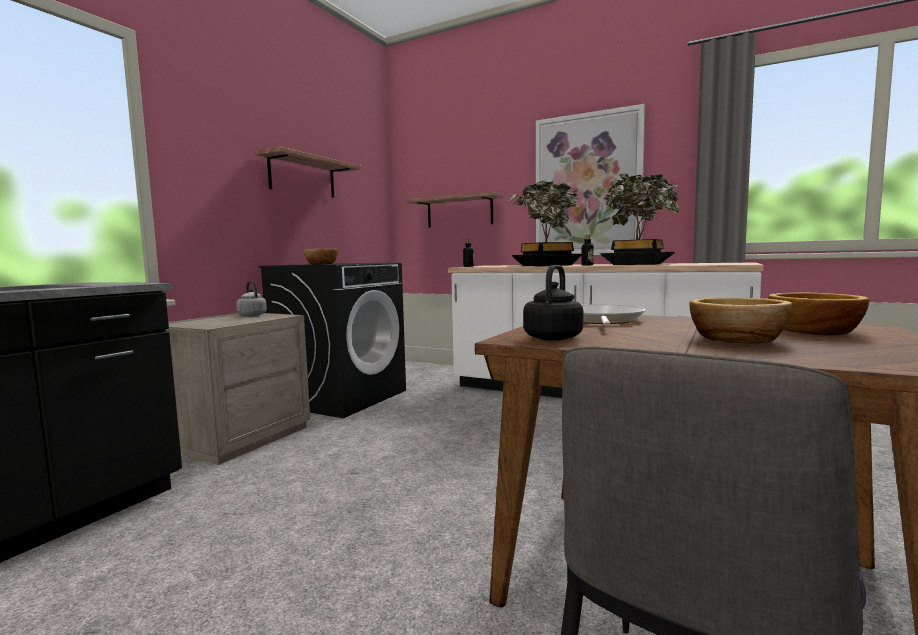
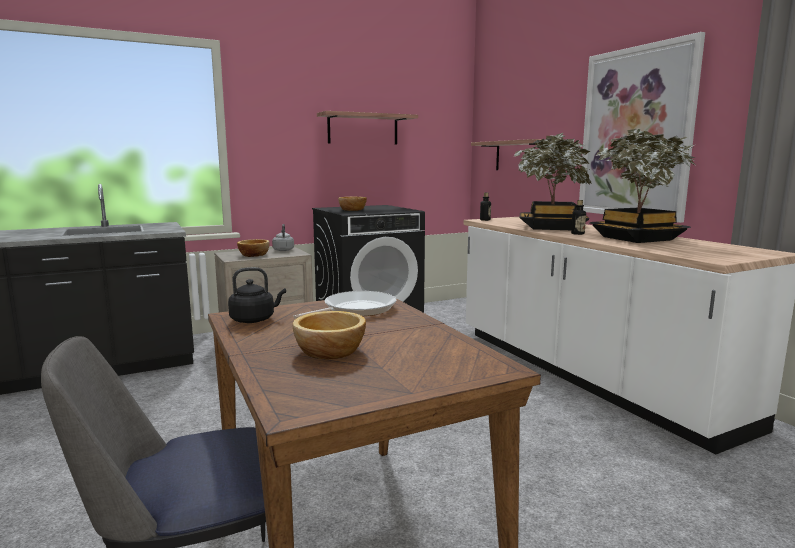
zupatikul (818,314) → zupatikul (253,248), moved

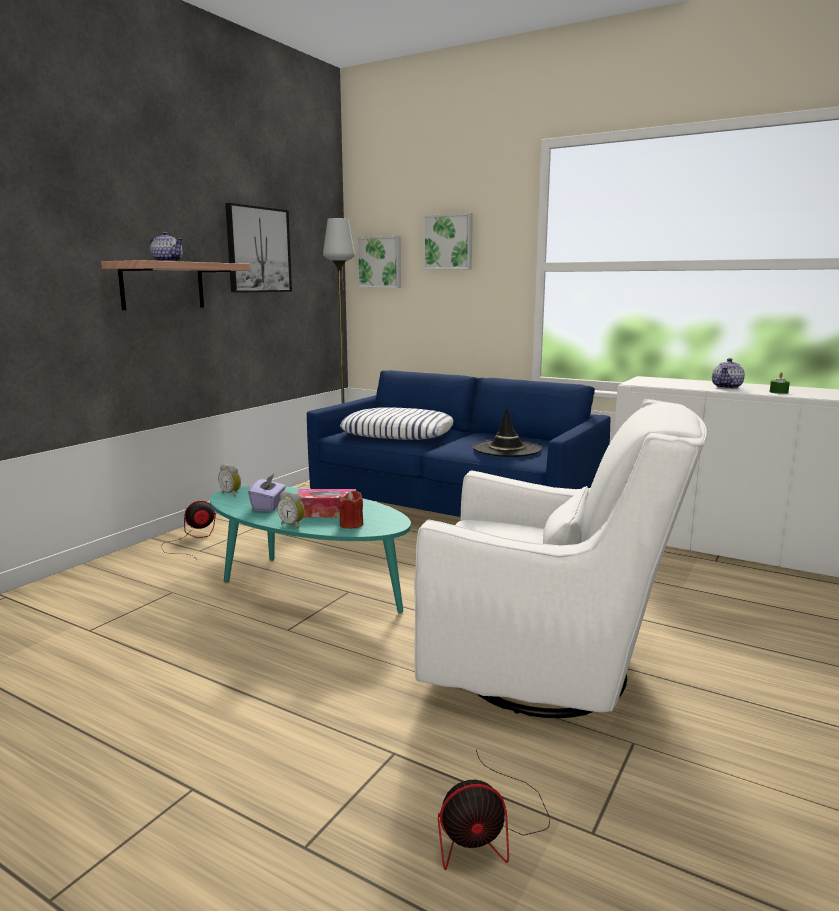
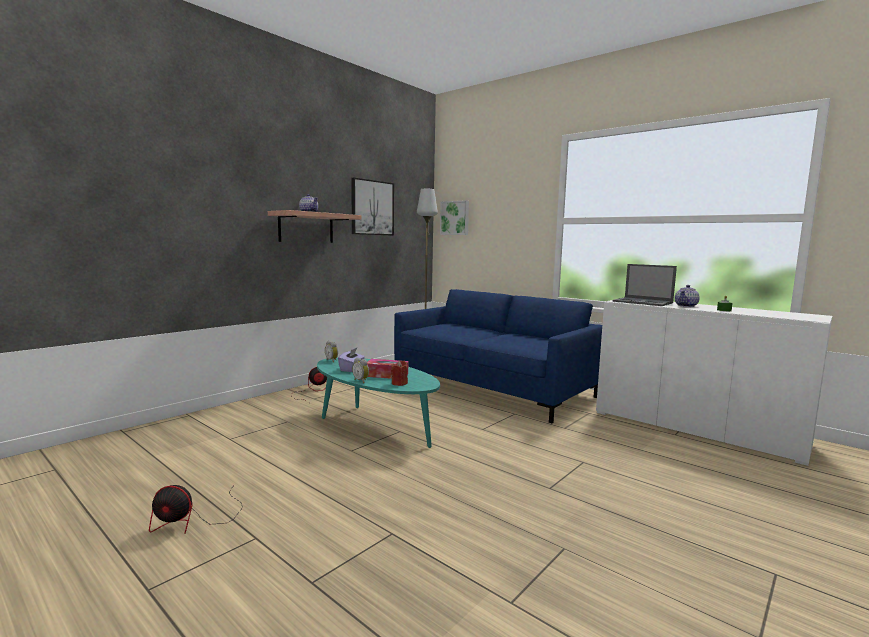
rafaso (494,810) → rafaso (196,509), moved
- → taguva (645,285)
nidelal (396,423) → -
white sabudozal (560,558) → -
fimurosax (448,241) → -
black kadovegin (507,432) → -

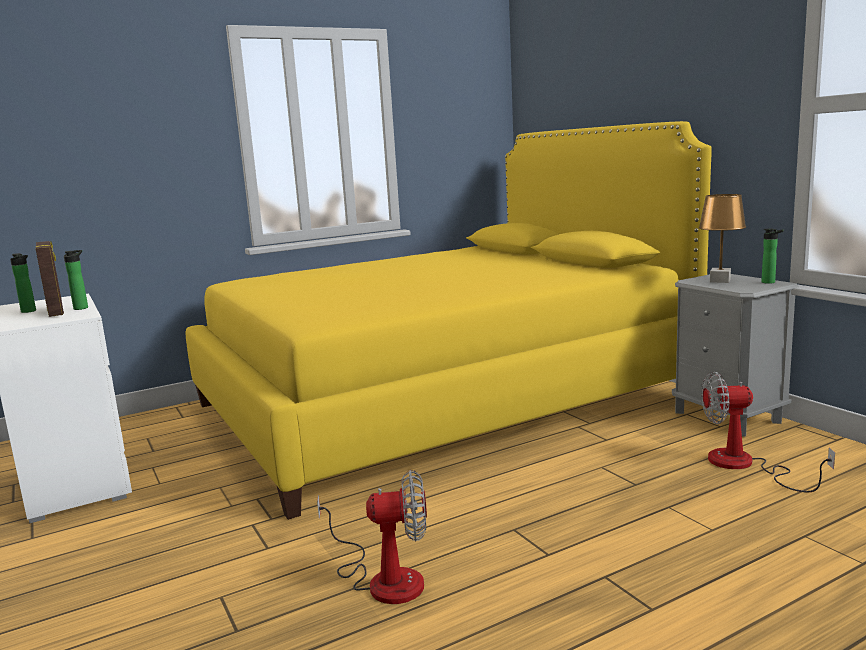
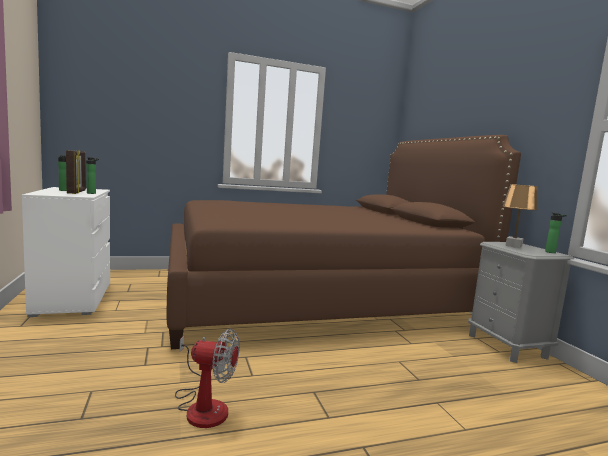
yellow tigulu (449,320) → brown tigulu (344,242)
rafaso (768,432) → -

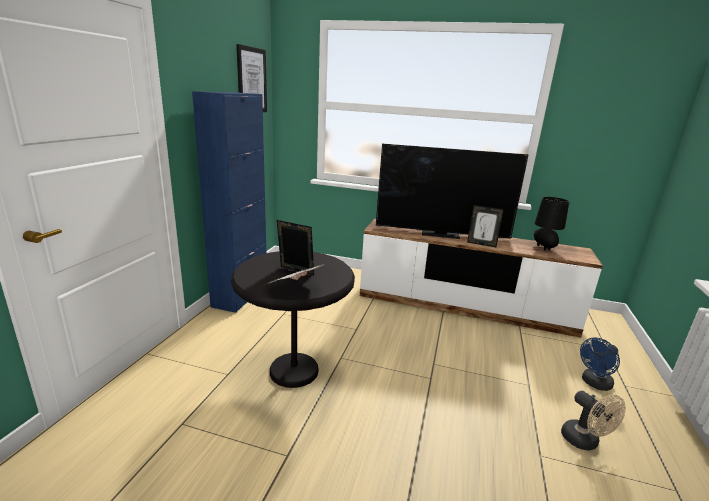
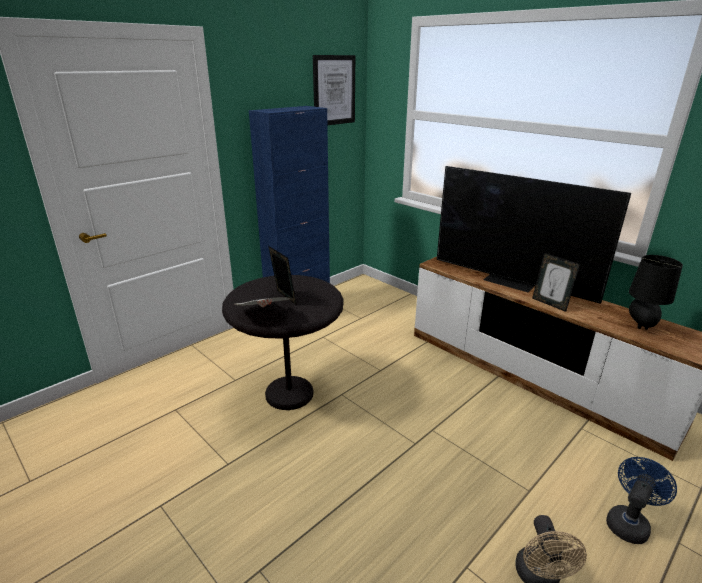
blue rafaso (600,364) → blue rafaso (641,500), 135 degrees clockwise

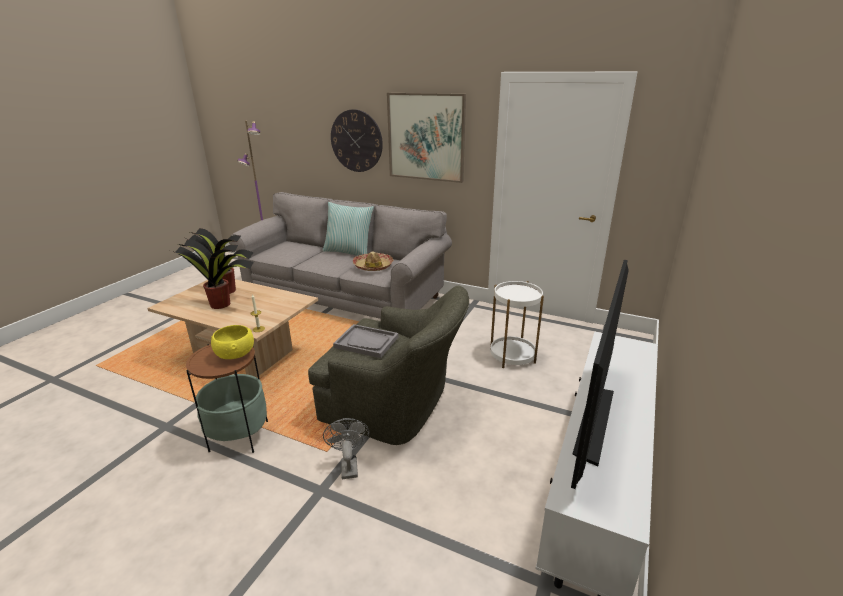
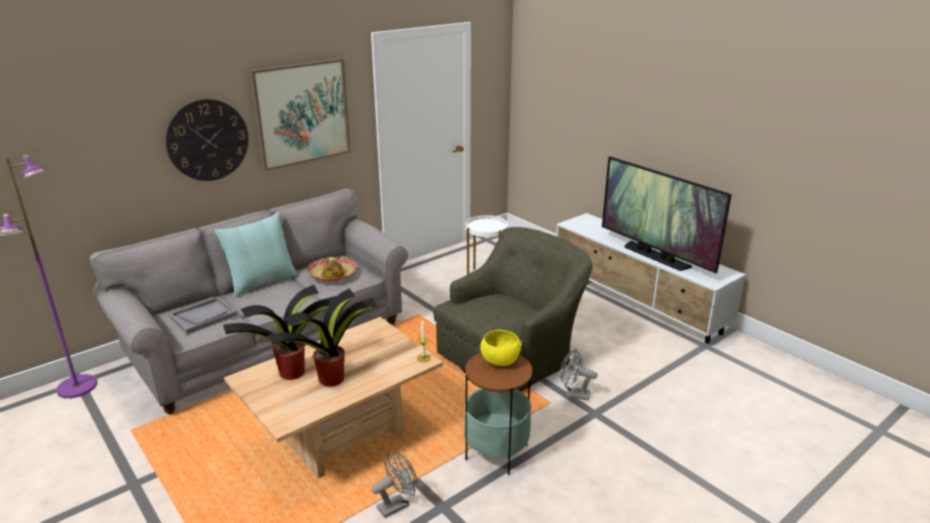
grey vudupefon (365,341) → grey vudupefon (203,315), moved
- → grey rafaso (394,484)

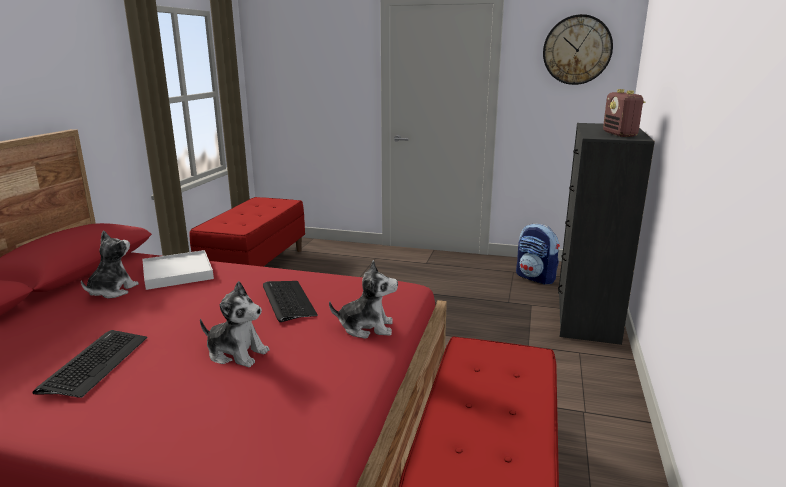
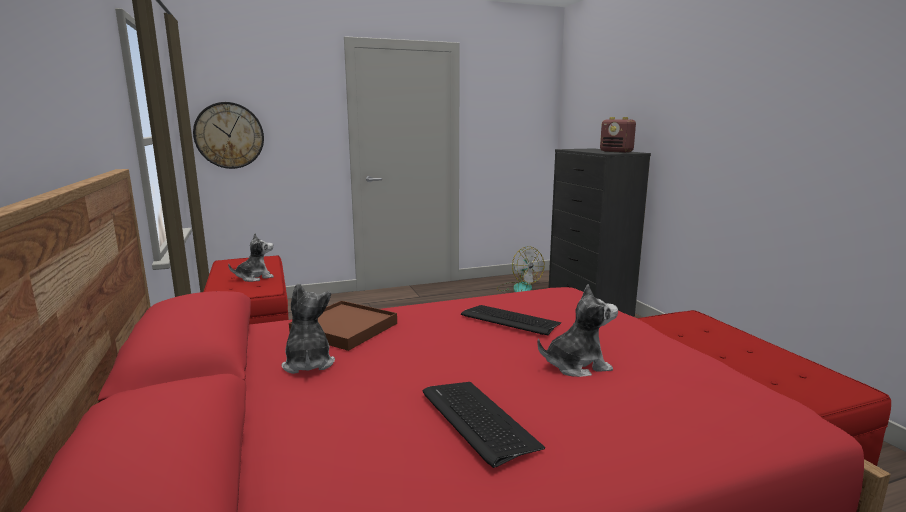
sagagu (578,49) → sagagu (228,135), moved
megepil (363,299) → megepil (251,257), moved
white vudupefon (178,270) → brown vudupefon (343,326)
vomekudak (538,254) → rafaso (521,269)

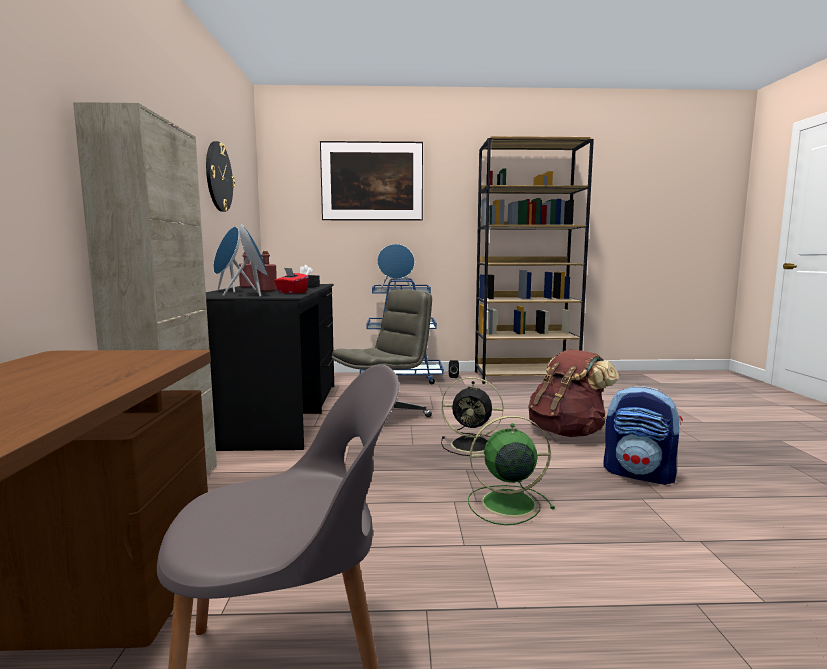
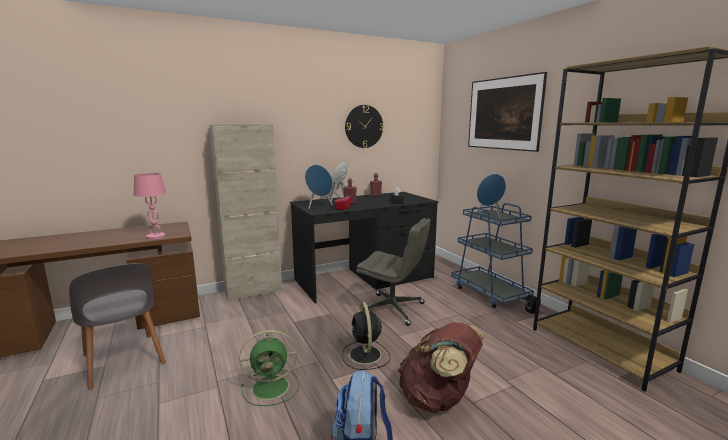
- → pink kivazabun (150,206)
green rafaso (511,470) → green rafaso (269,368), 105 degrees clockwise

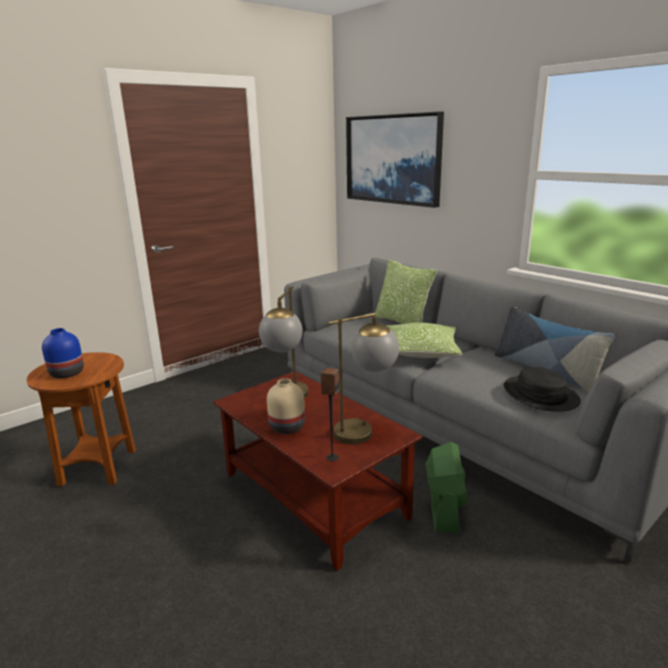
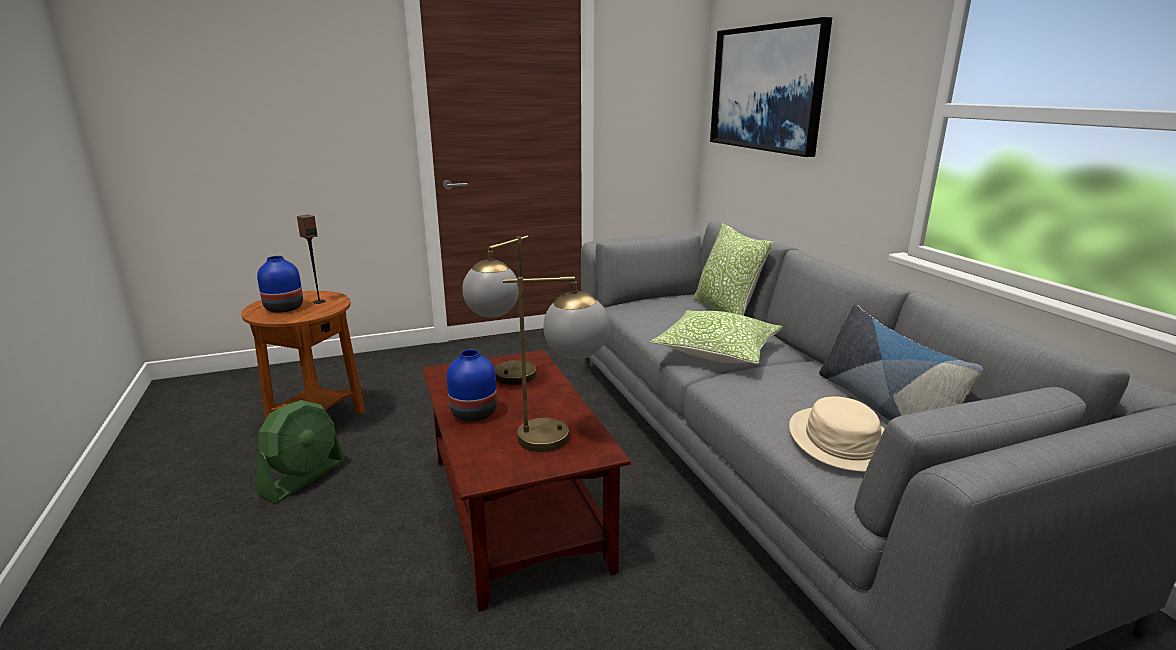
green rafaso (447,487) → green rafaso (300,451), moved
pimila (330,414) → pimila (311,259), moved
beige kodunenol (286,406) → blue kodunenol (472,385)
black kadovegin (542,389) → beige kadovegin (837,434)

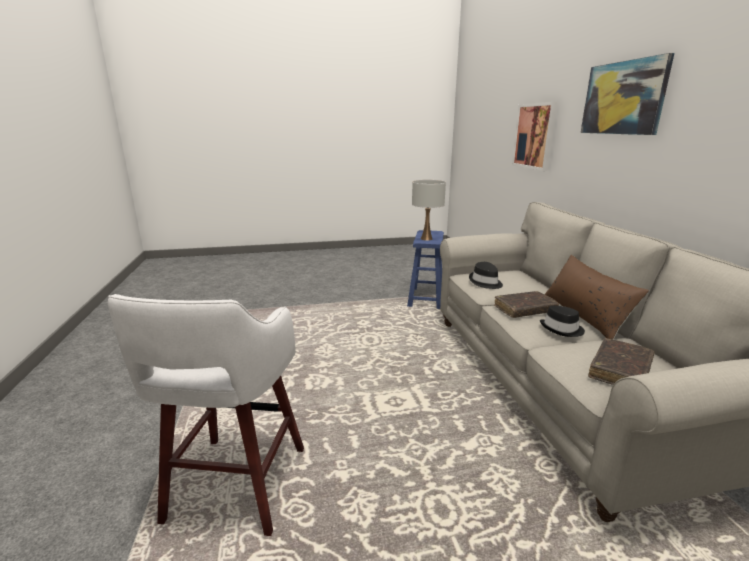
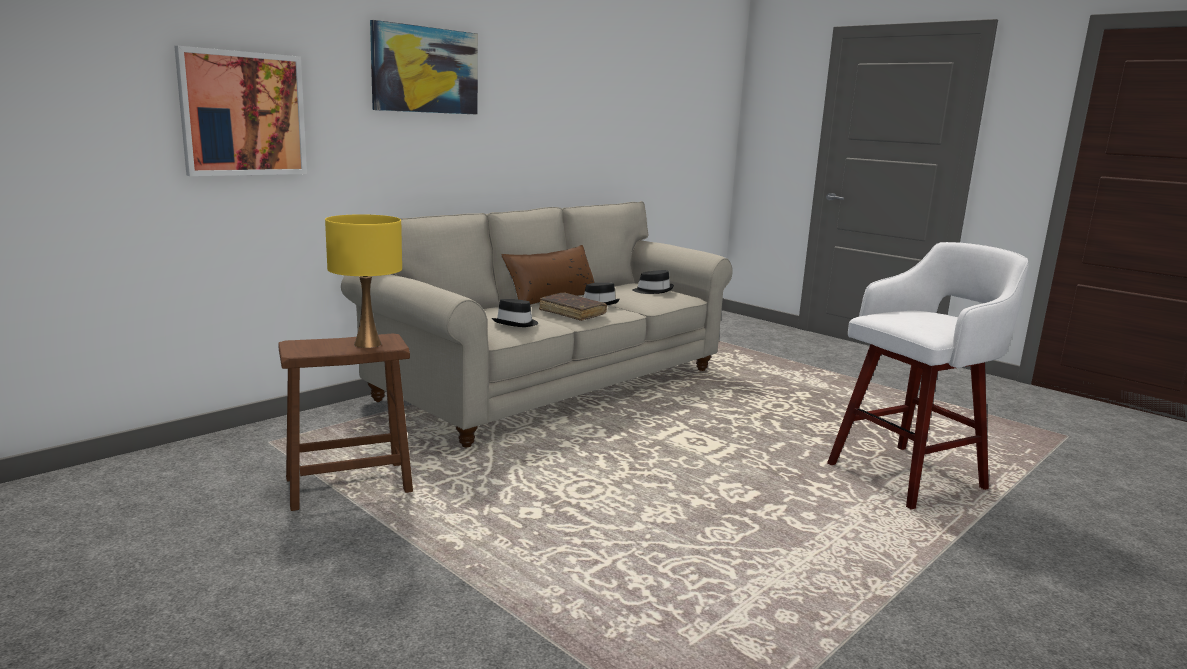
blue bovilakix (425,269) → brown bovilakix (345,422)
white kivazabun (429,210) → yellow kivazabun (363,281)
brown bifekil (621,361) → black kadovegin (653,282)

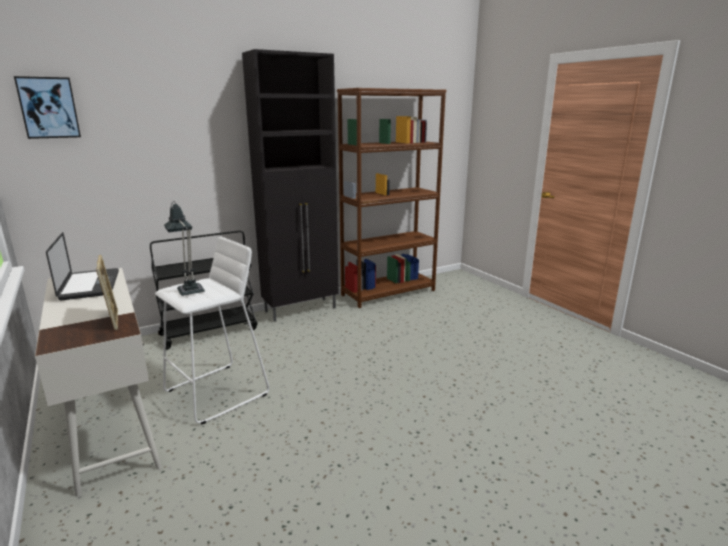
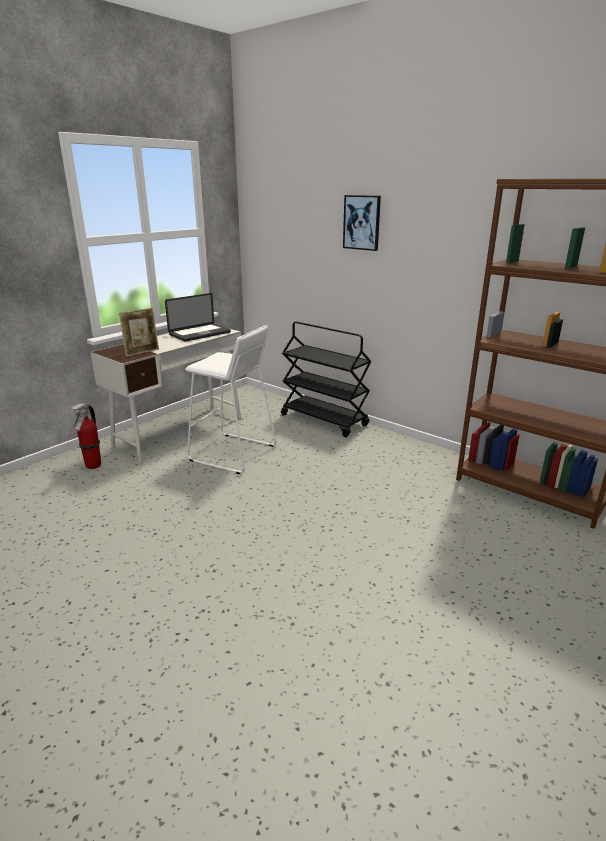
- → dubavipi (84,436)
fimurosax (47,107) → fimurosax (362,223), moved
kivazabun (184,248) → -
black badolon (290,185) → -

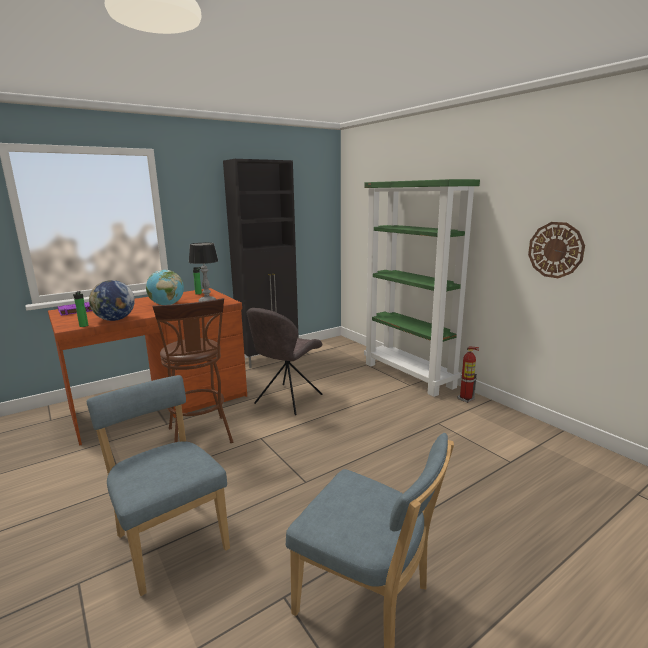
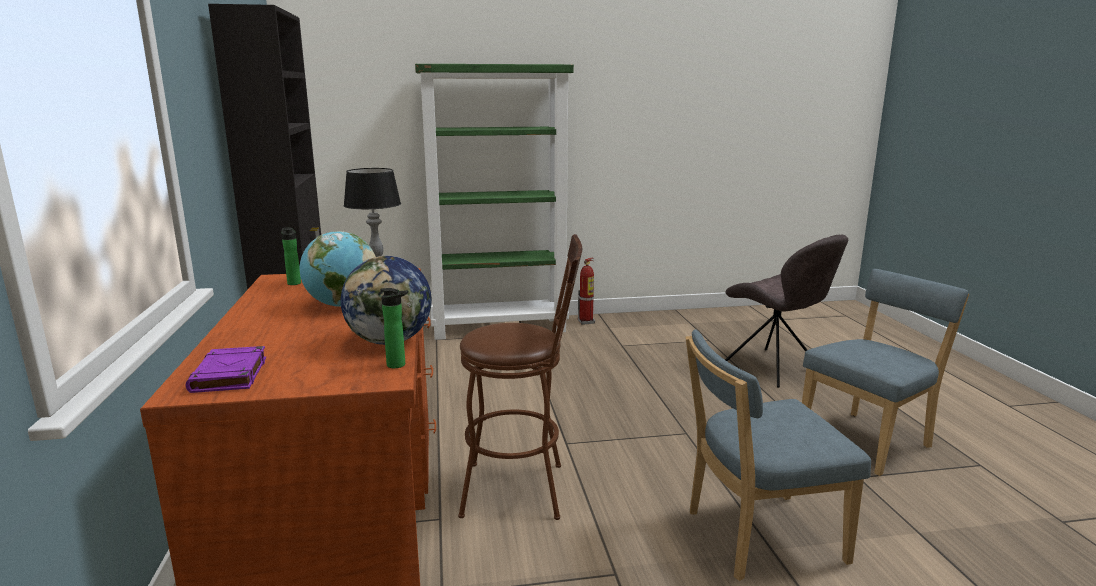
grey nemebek (285,361) → grey nemebek (786,311), moved
sagagu (556,250) → -

